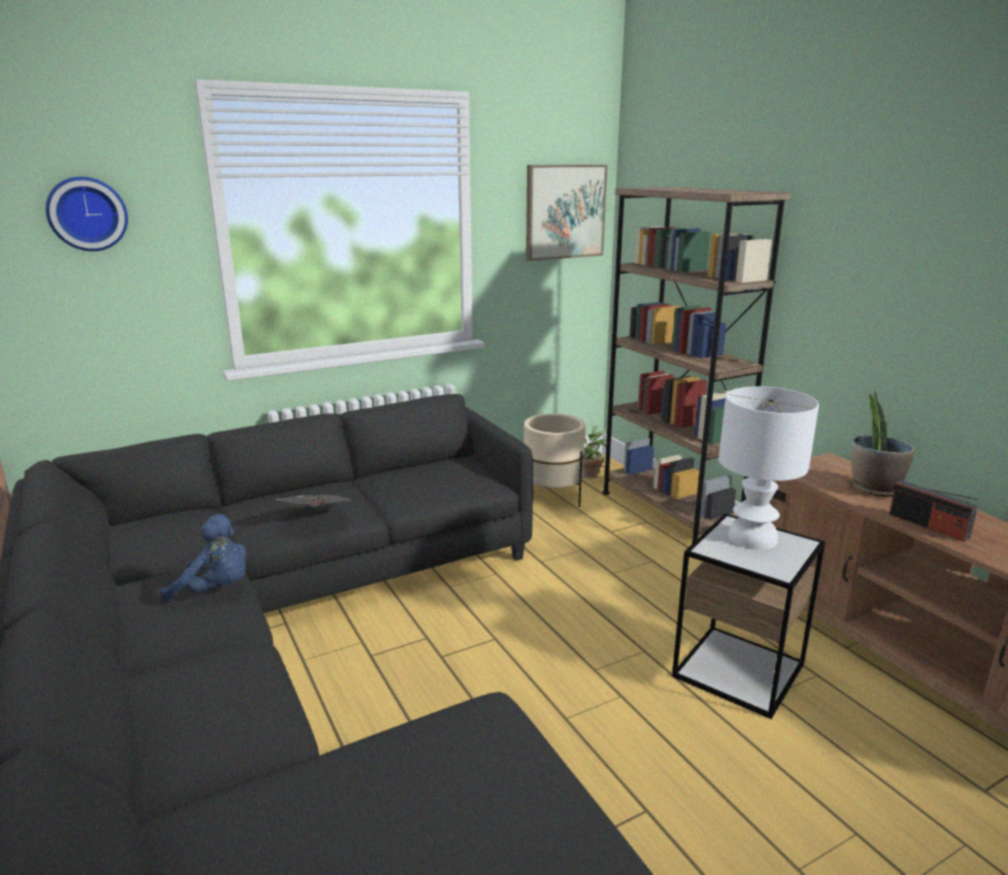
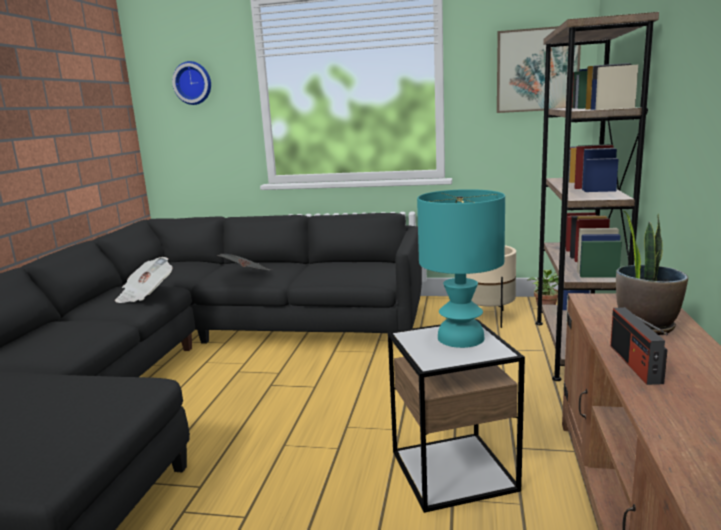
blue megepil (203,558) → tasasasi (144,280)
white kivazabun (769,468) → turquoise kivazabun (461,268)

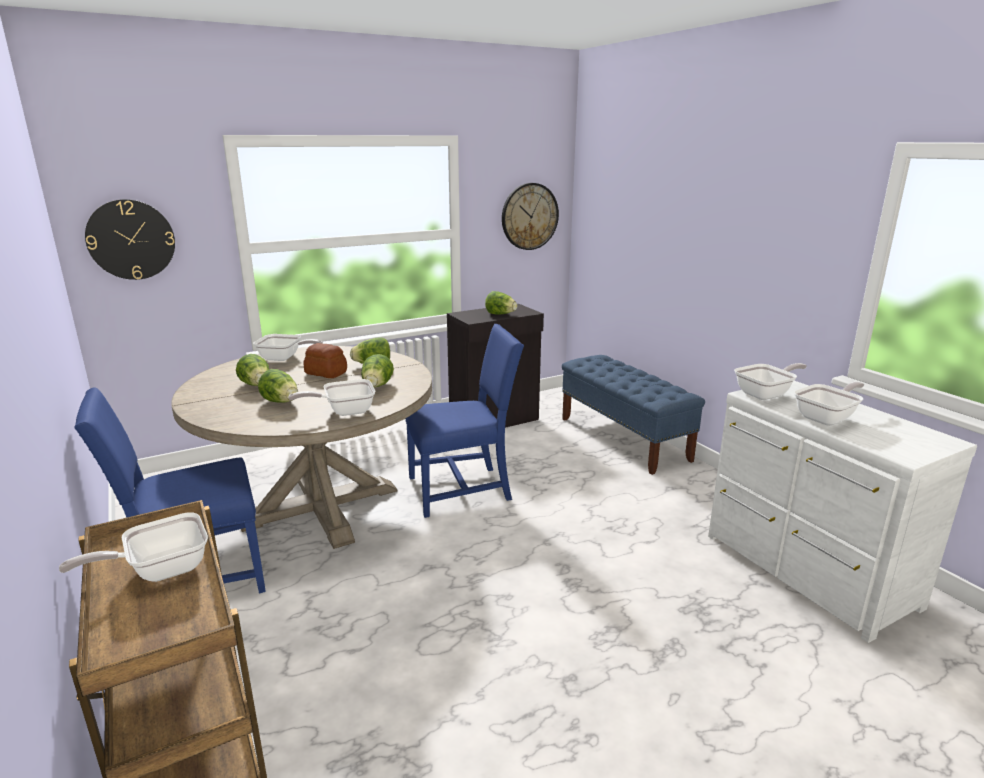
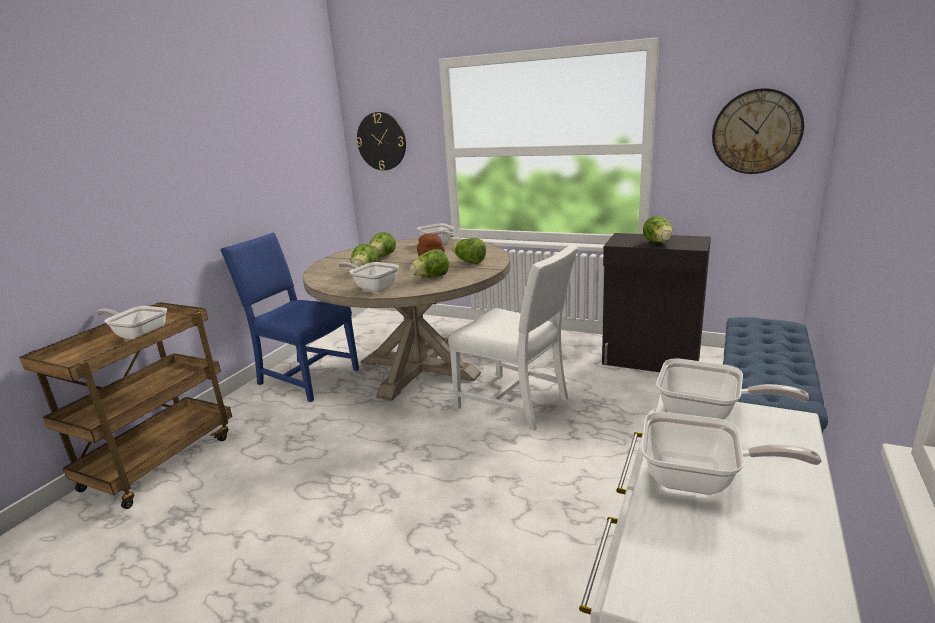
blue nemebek (464,421) → white nemebek (513,338)

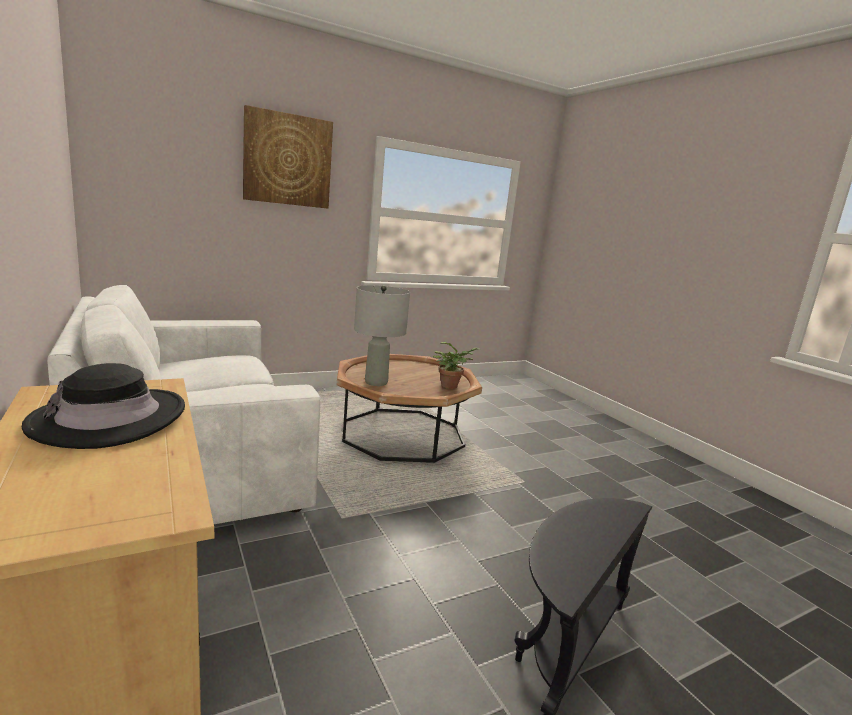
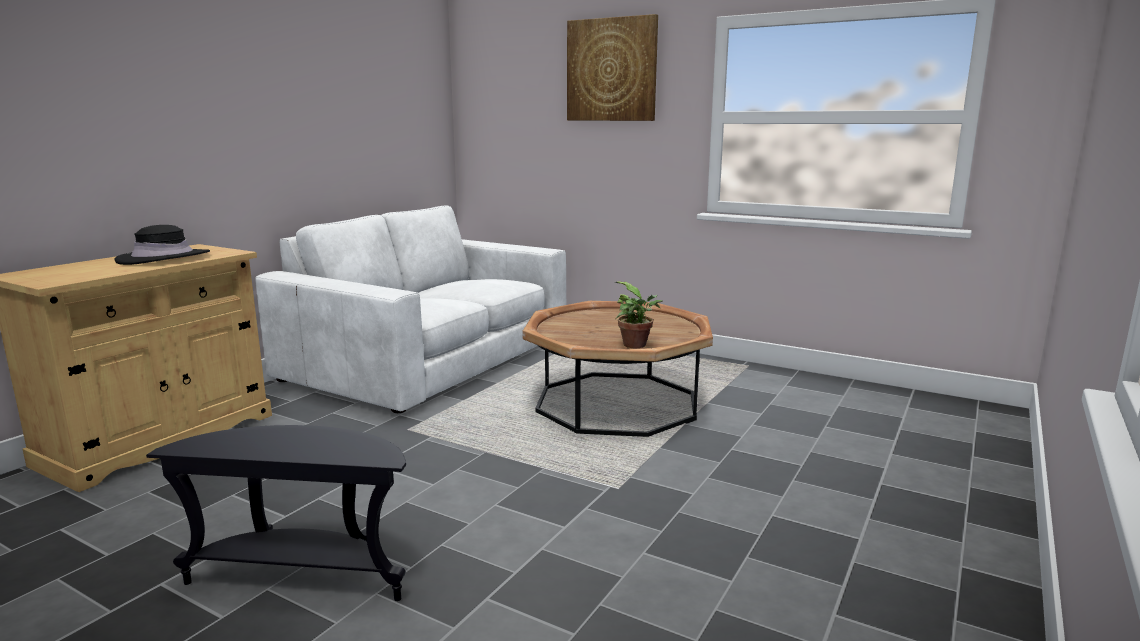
grey kivazabun (382,335) → -

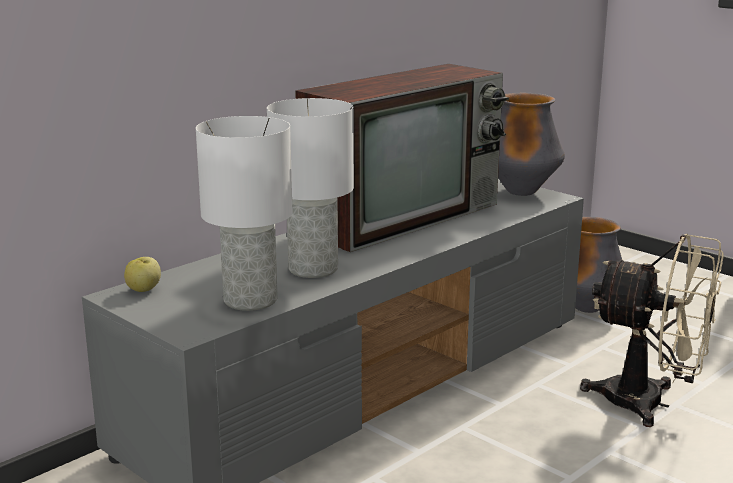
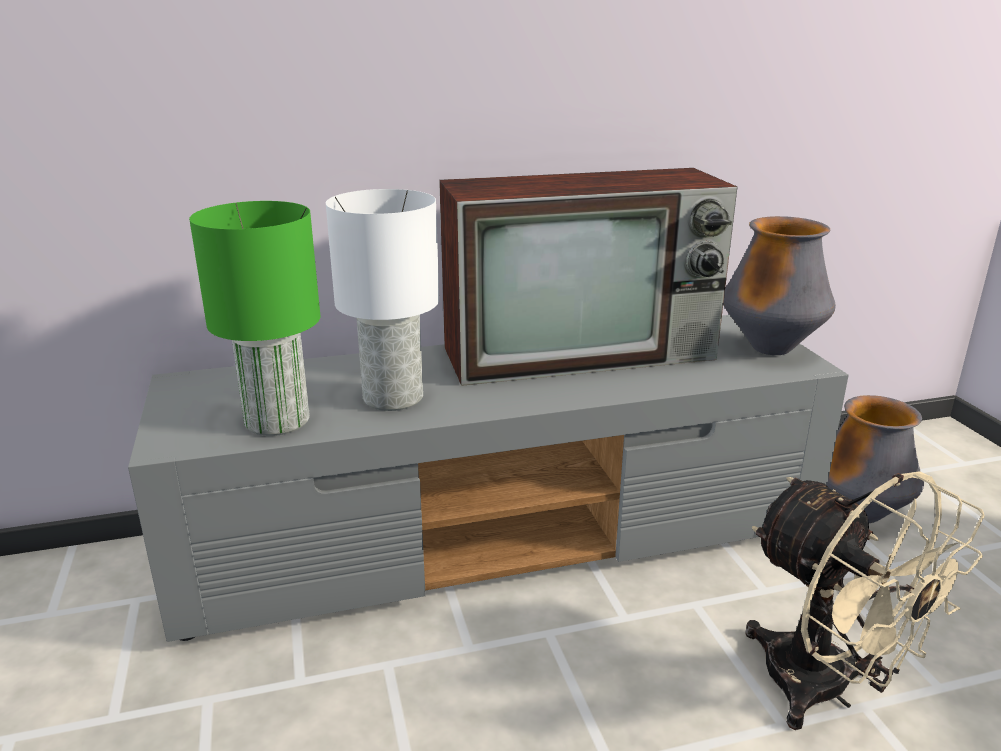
white kivazabun (244,213) → green kivazabun (254,318)
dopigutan (142,274) → -

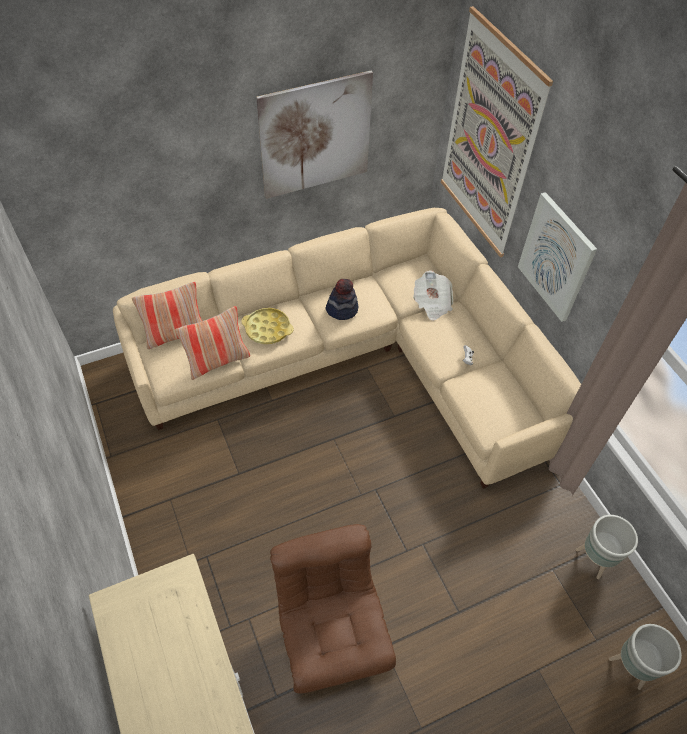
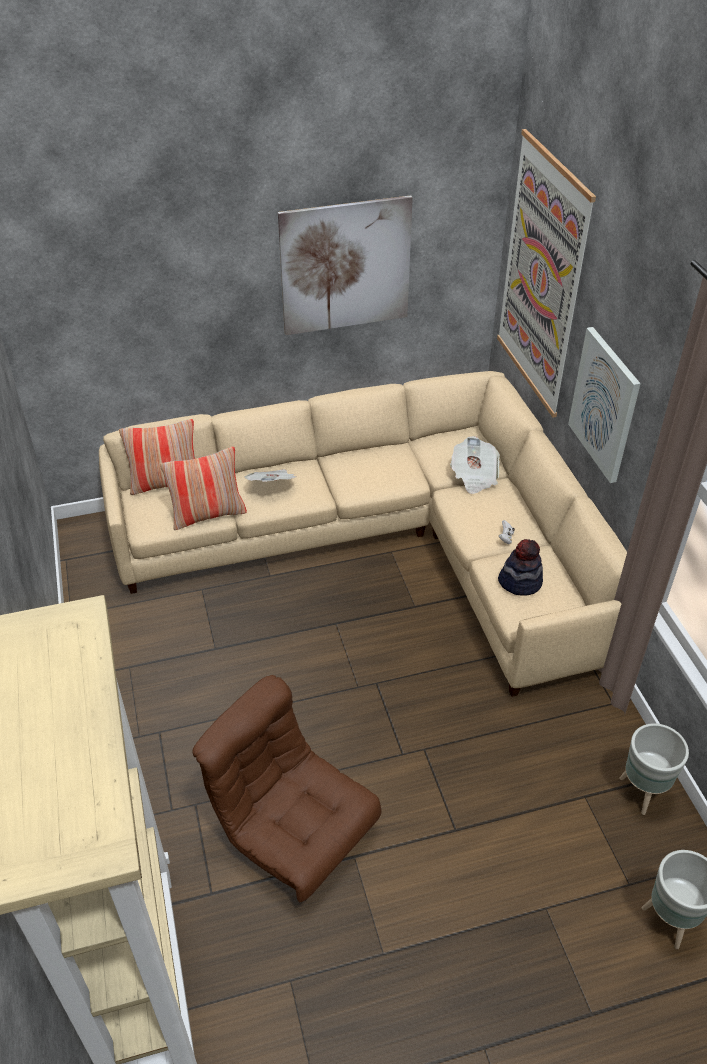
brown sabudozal (333,608) → brown sabudozal (287,788), 45 degrees counterclockwise
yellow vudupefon (267,326) → tasasasi (270,475)
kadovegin (341,299) → kadovegin (520,567), moved

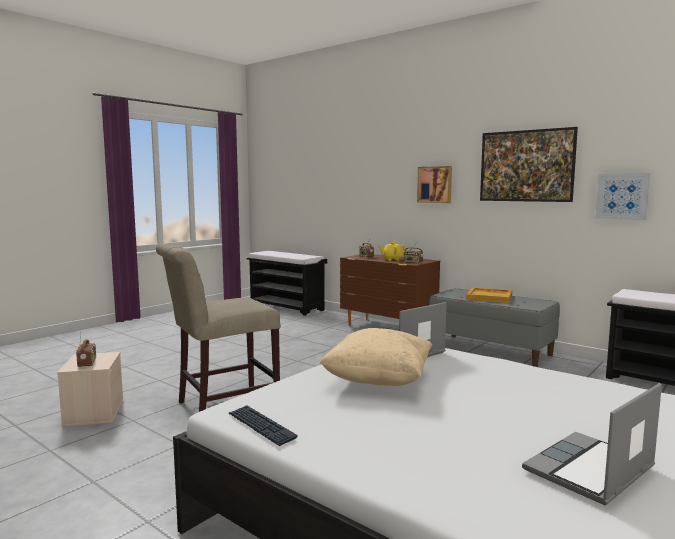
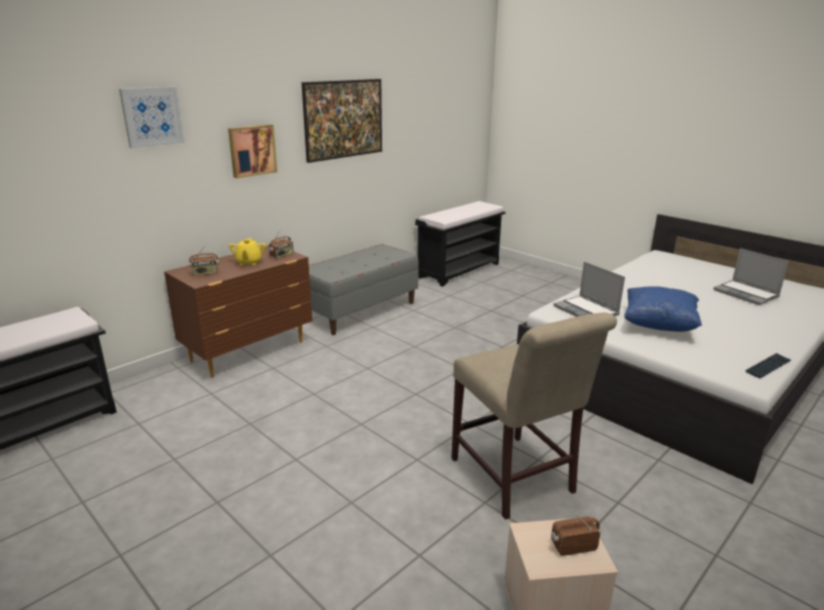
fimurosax (622,196) → fimurosax (152,117), moved
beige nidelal (375,357) → blue nidelal (663,309)
beige vudupefon (489,295) → -

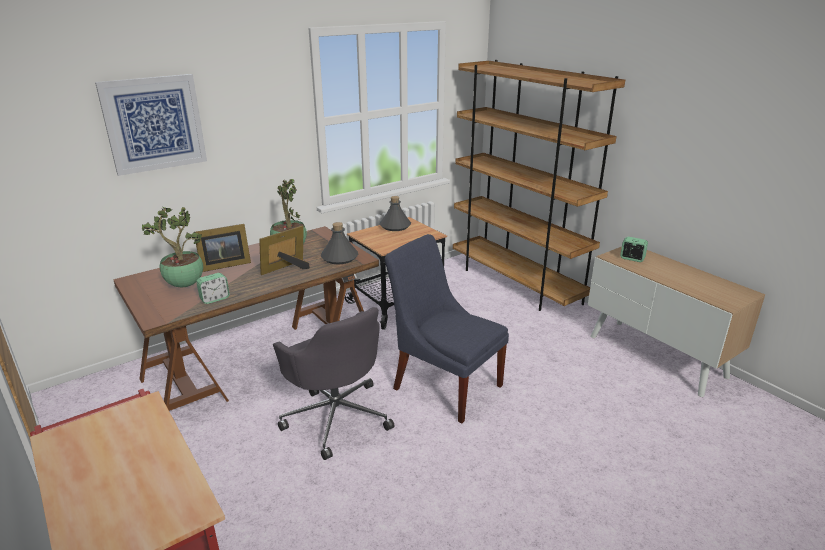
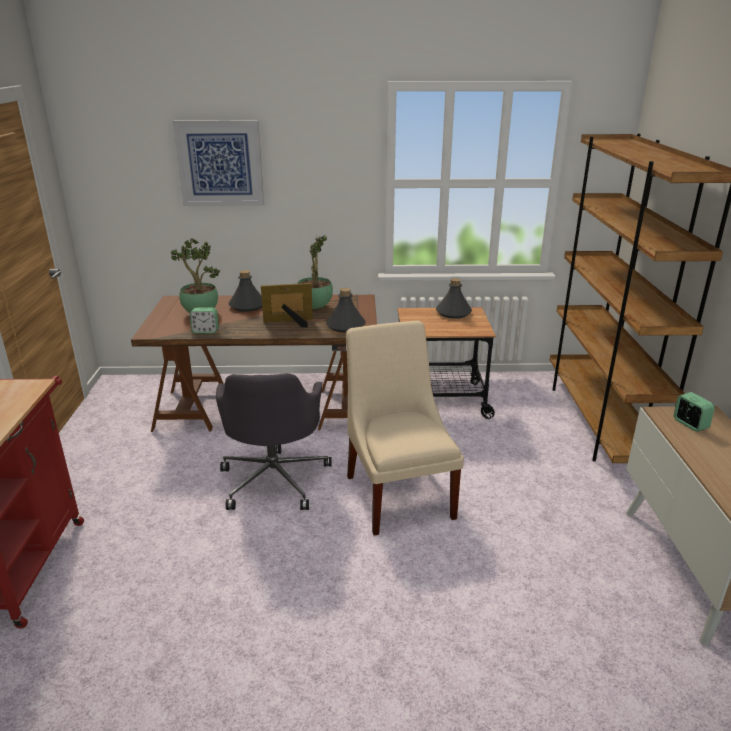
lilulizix (223,248) → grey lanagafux (245,291)
blue nemebek (447,328) → beige nemebek (405,428)

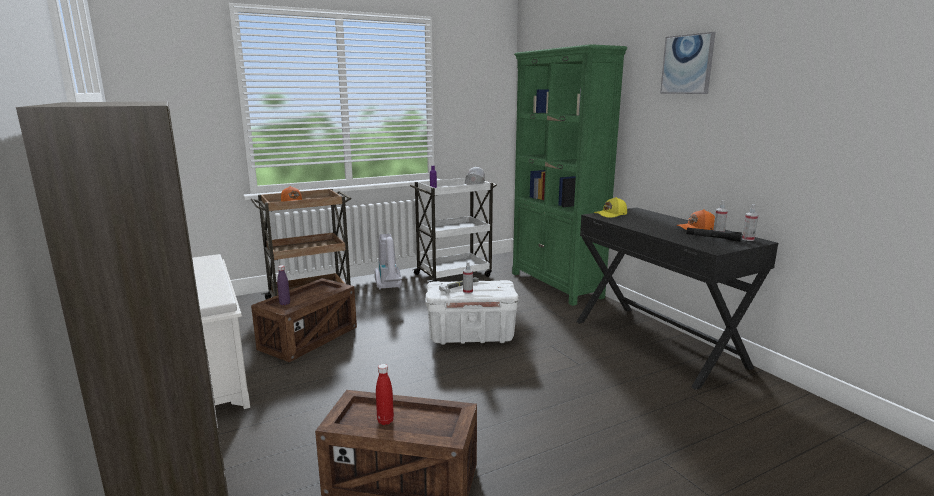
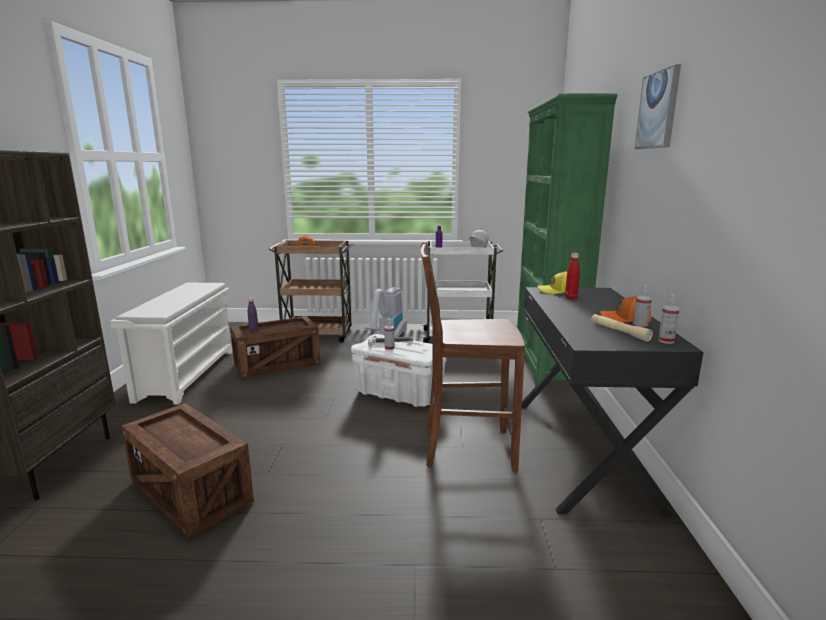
- → brown nemebek (473,357)
red lanagafux (385,394) → red lanagafux (572,276), moved
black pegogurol (714,234) → beige pegogurol (622,328)

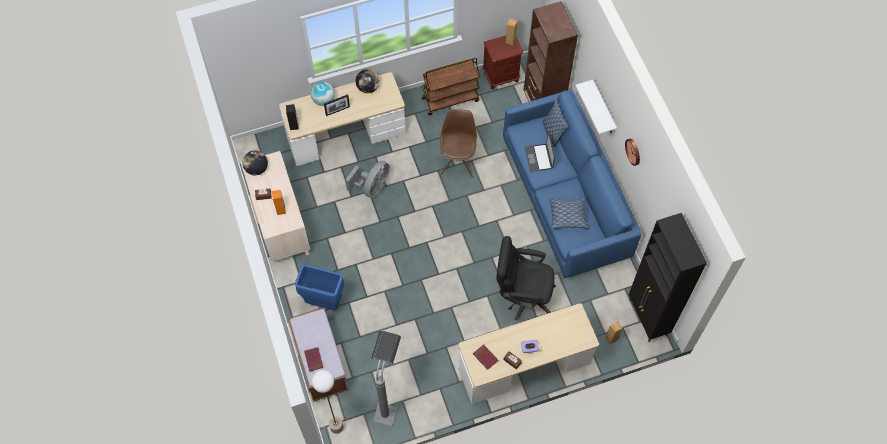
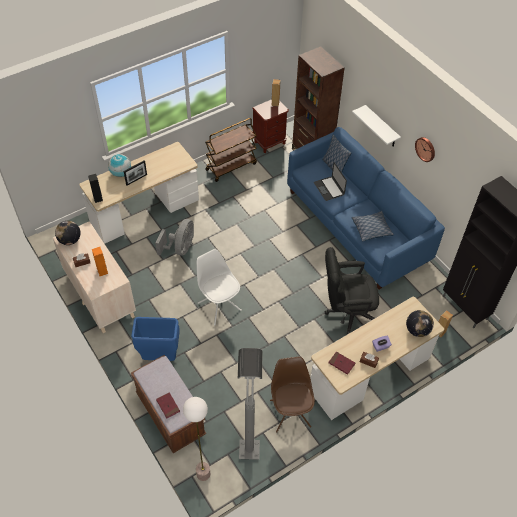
- → white nemebek (219,287)
brown nemebek (458,143) → brown nemebek (292,394), moved
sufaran (367,81) → sufaran (420,323), moved

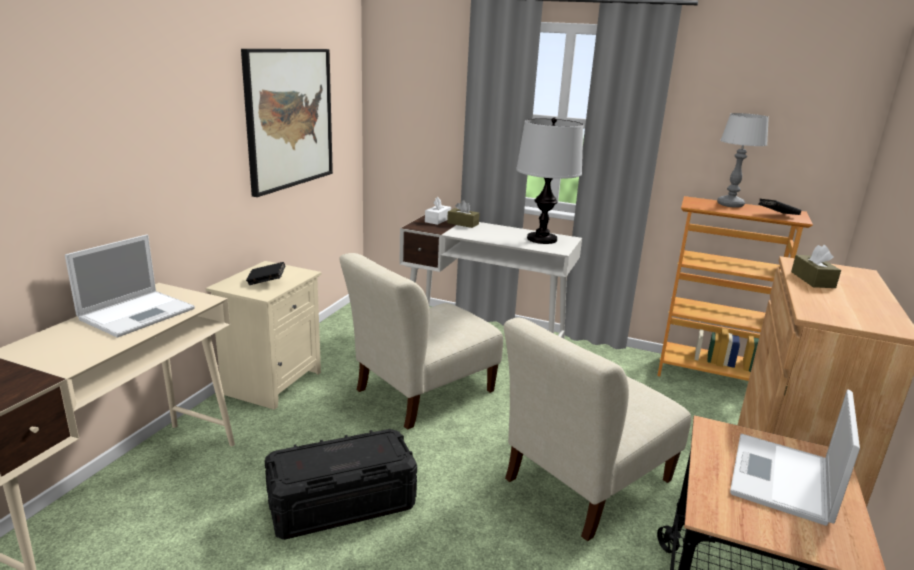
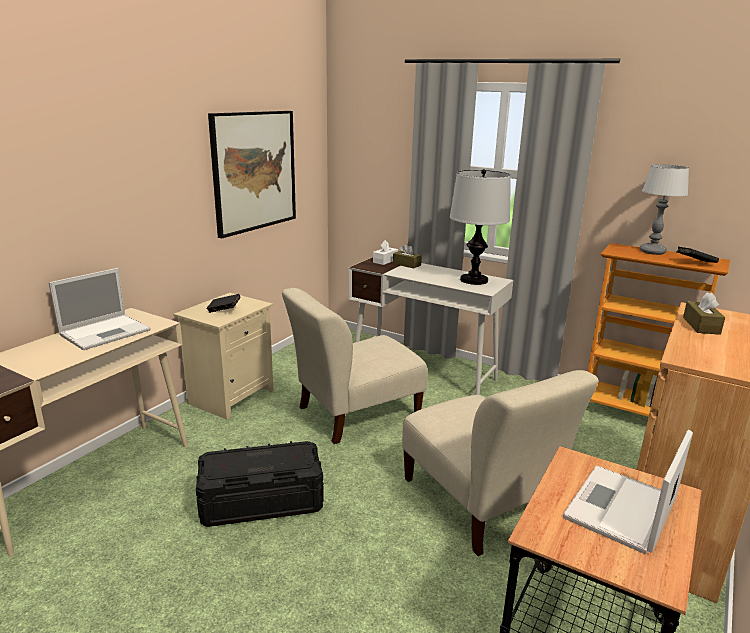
beige nemebek (597,429) → beige nemebek (500,463), 90 degrees counterclockwise

